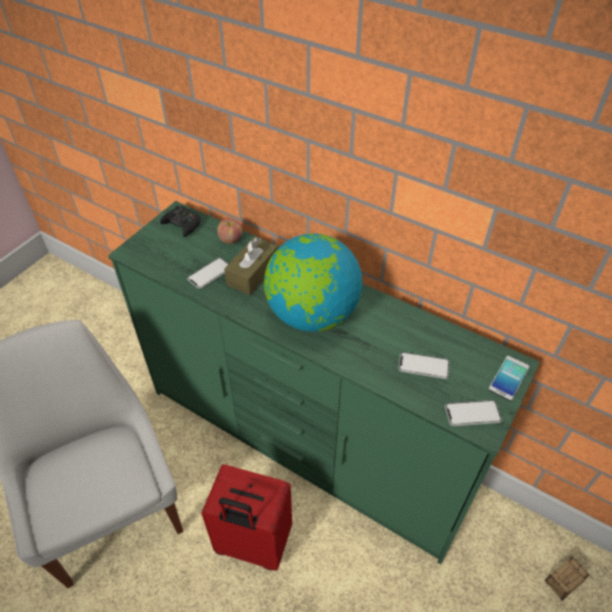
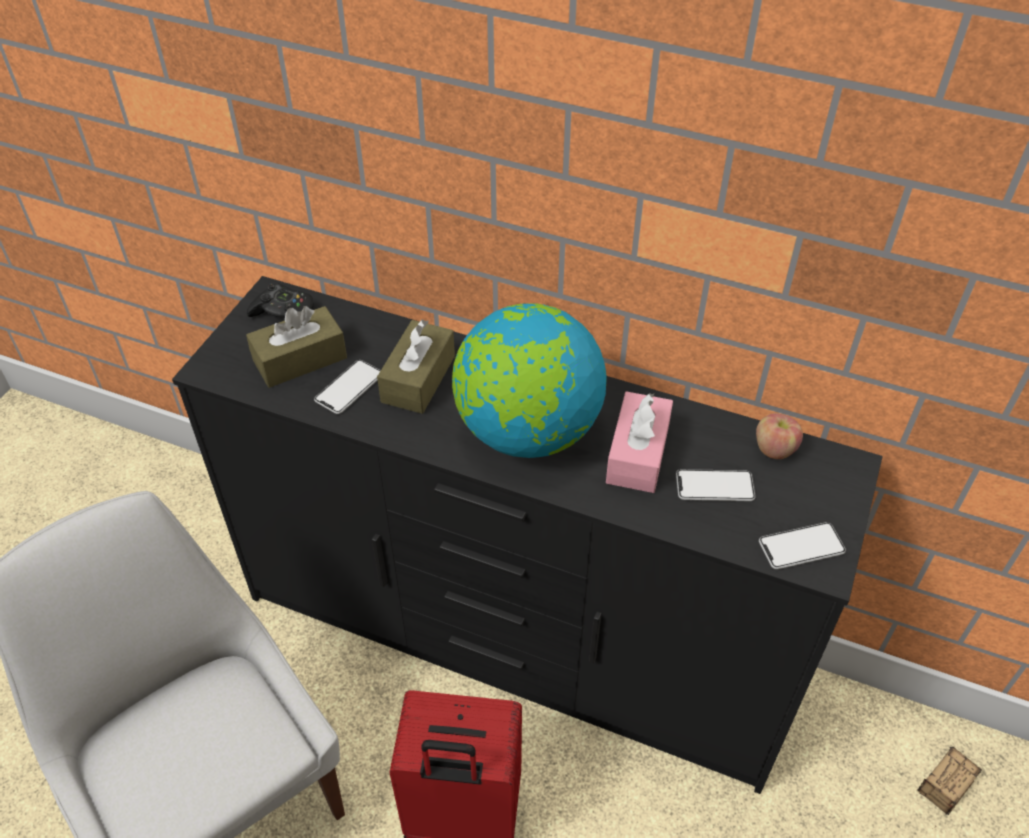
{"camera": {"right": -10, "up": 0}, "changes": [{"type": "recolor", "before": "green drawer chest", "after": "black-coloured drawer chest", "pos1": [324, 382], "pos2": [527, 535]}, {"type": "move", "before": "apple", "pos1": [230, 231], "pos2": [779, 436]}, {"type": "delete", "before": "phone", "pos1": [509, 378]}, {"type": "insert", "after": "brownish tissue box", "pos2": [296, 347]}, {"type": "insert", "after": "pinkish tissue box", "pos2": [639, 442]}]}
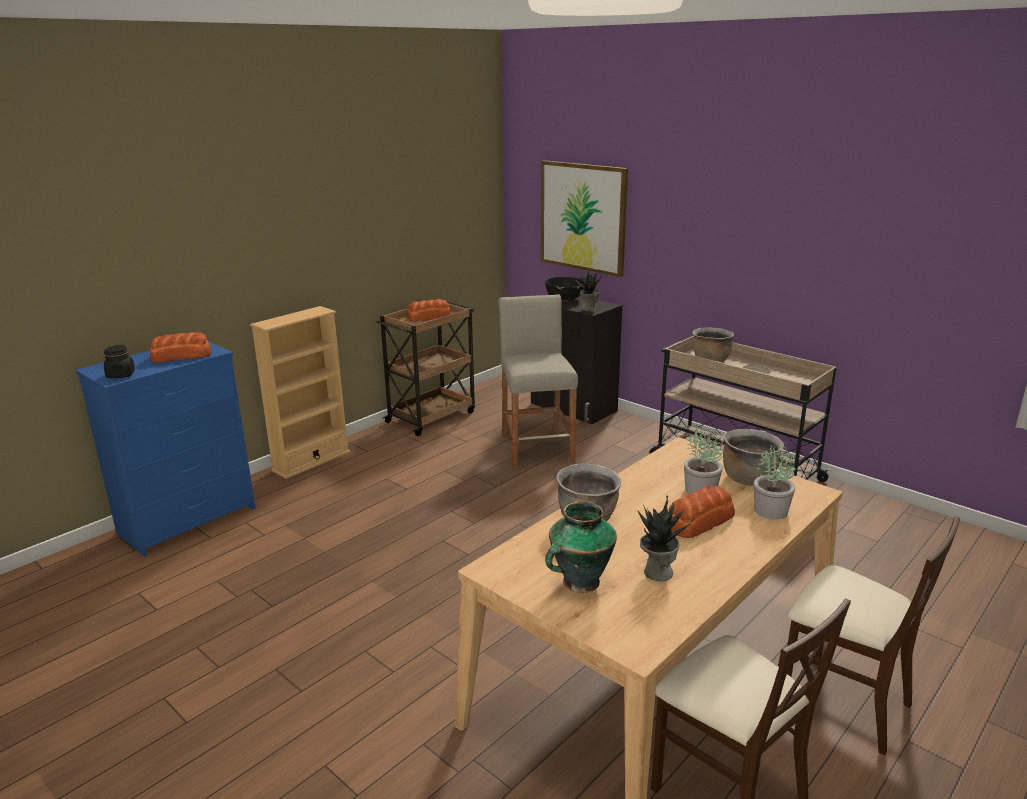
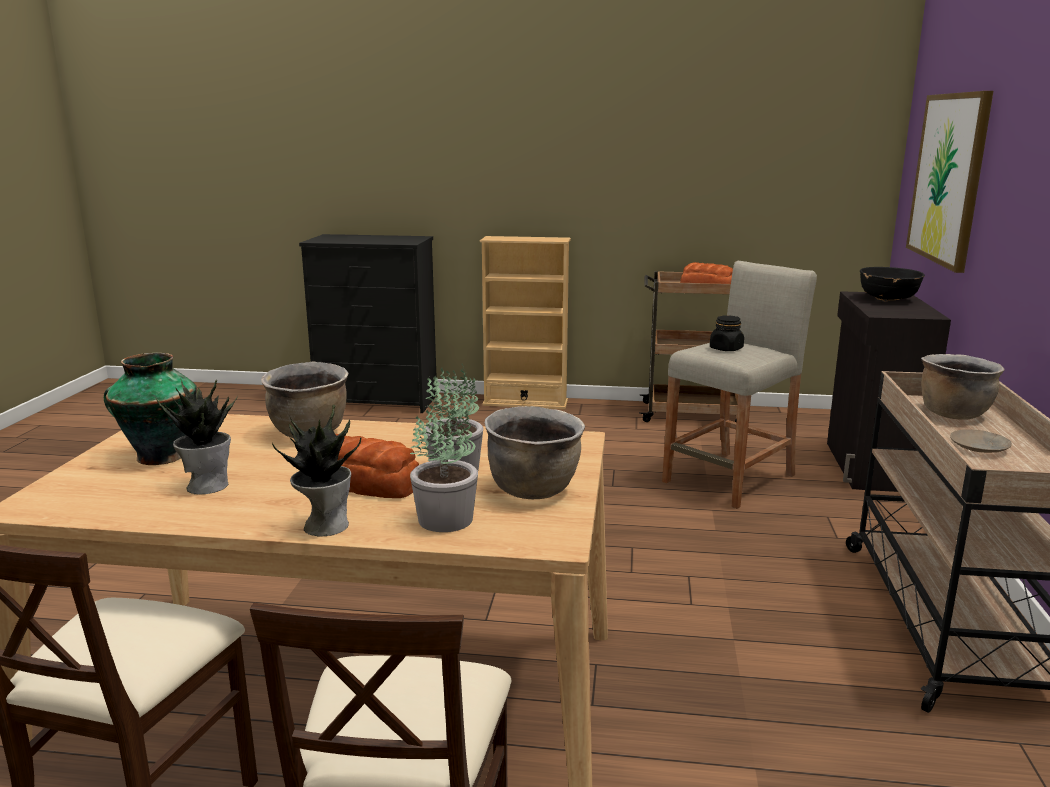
{"camera": {"right": 55, "up": -5}, "changes": [{"type": "recolor", "before": "blue-coloured drawer chest", "after": "black-coloured drawer chest", "pos1": [165, 449], "pos2": [368, 323]}, {"type": "move", "before": "black-coloured storage jar", "pos1": [119, 361], "pos2": [727, 333]}, {"type": "delete", "before": "bakery bread", "pos1": [180, 347]}, {"type": "move", "before": "houseplant", "pos1": [587, 289], "pos2": [316, 470]}]}
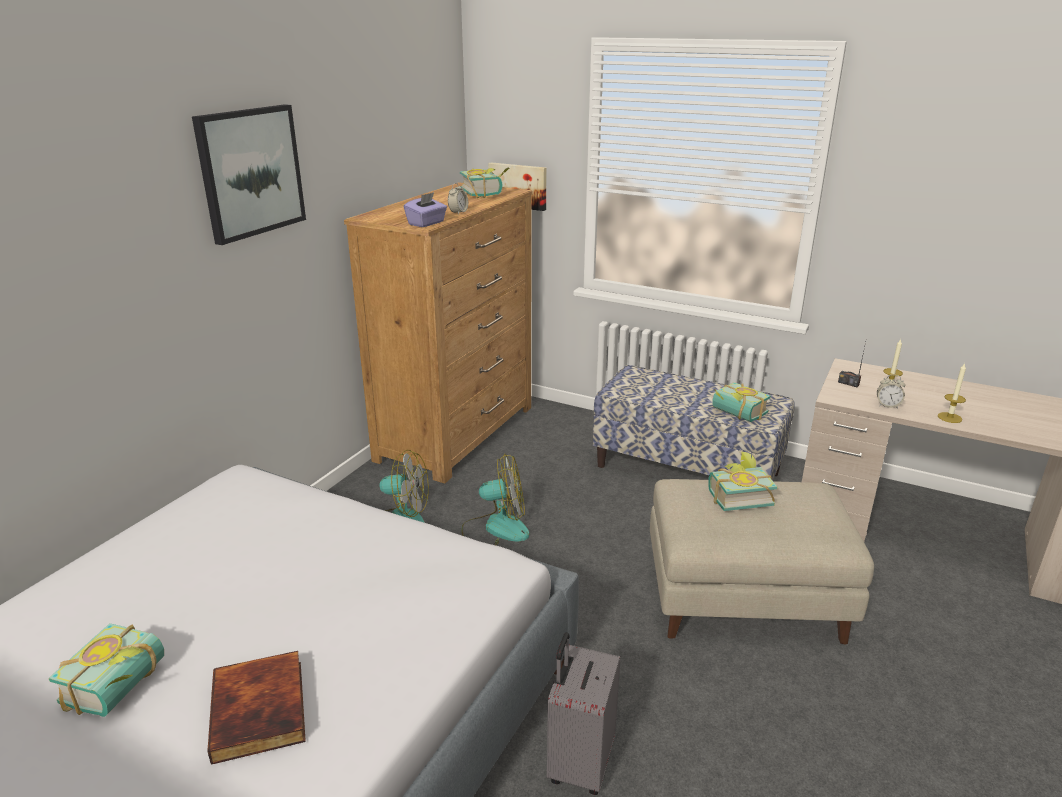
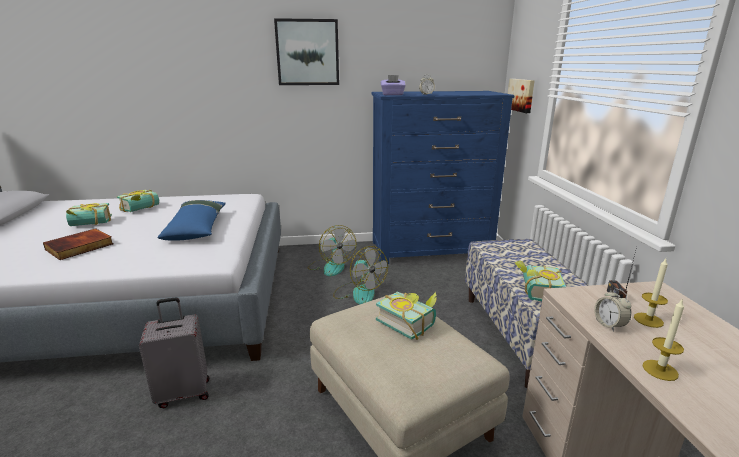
{"camera": {"right": 55, "up": -5}, "changes": [{"type": "recolor", "before": "brownish drawer chest", "after": "blue-coloured drawer chest", "pos1": [438, 333], "pos2": [443, 177]}, {"type": "move", "before": "book", "pos1": [484, 182], "pos2": [138, 201]}, {"type": "insert", "after": "blue-coloured throw pillow", "pos2": [192, 220]}]}
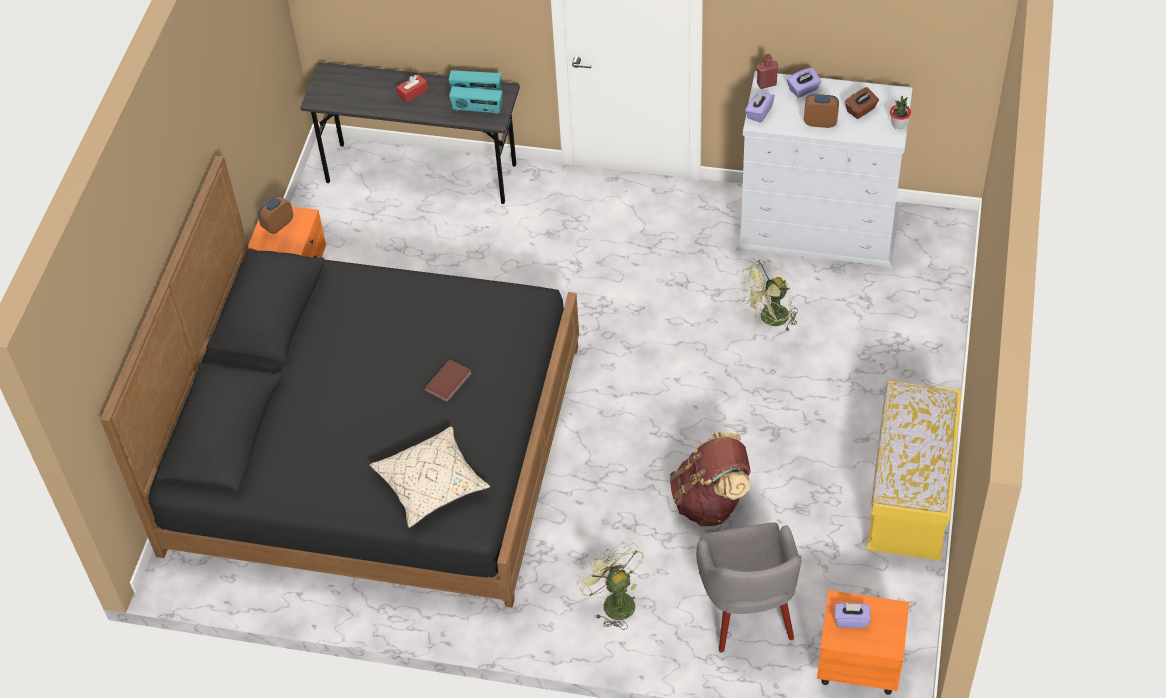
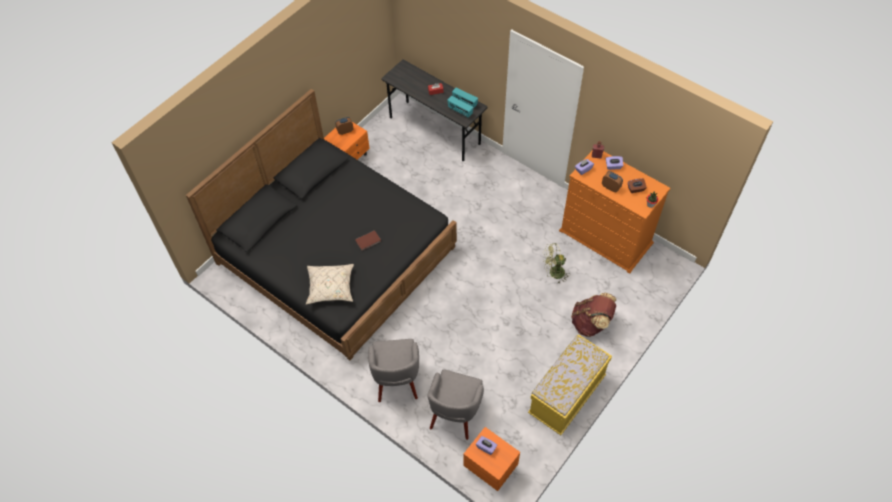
{"camera": {"right": 25, "up": 5}, "changes": [{"type": "replace", "before": "green electric fan", "after": "gray armchair", "pos1": [610, 586], "pos2": [393, 370]}, {"type": "move", "before": "brownish backpack", "pos1": [710, 479], "pos2": [593, 315]}, {"type": "recolor", "before": "whitish drawer chest", "after": "orange-coloured drawer chest", "pos1": [824, 170], "pos2": [614, 212]}]}
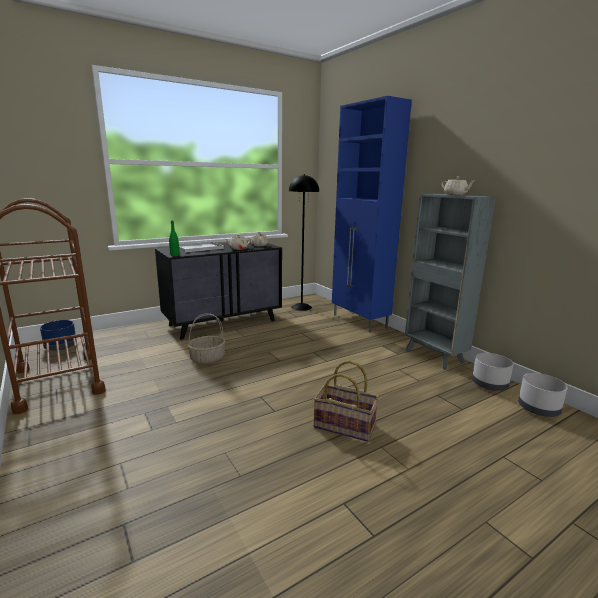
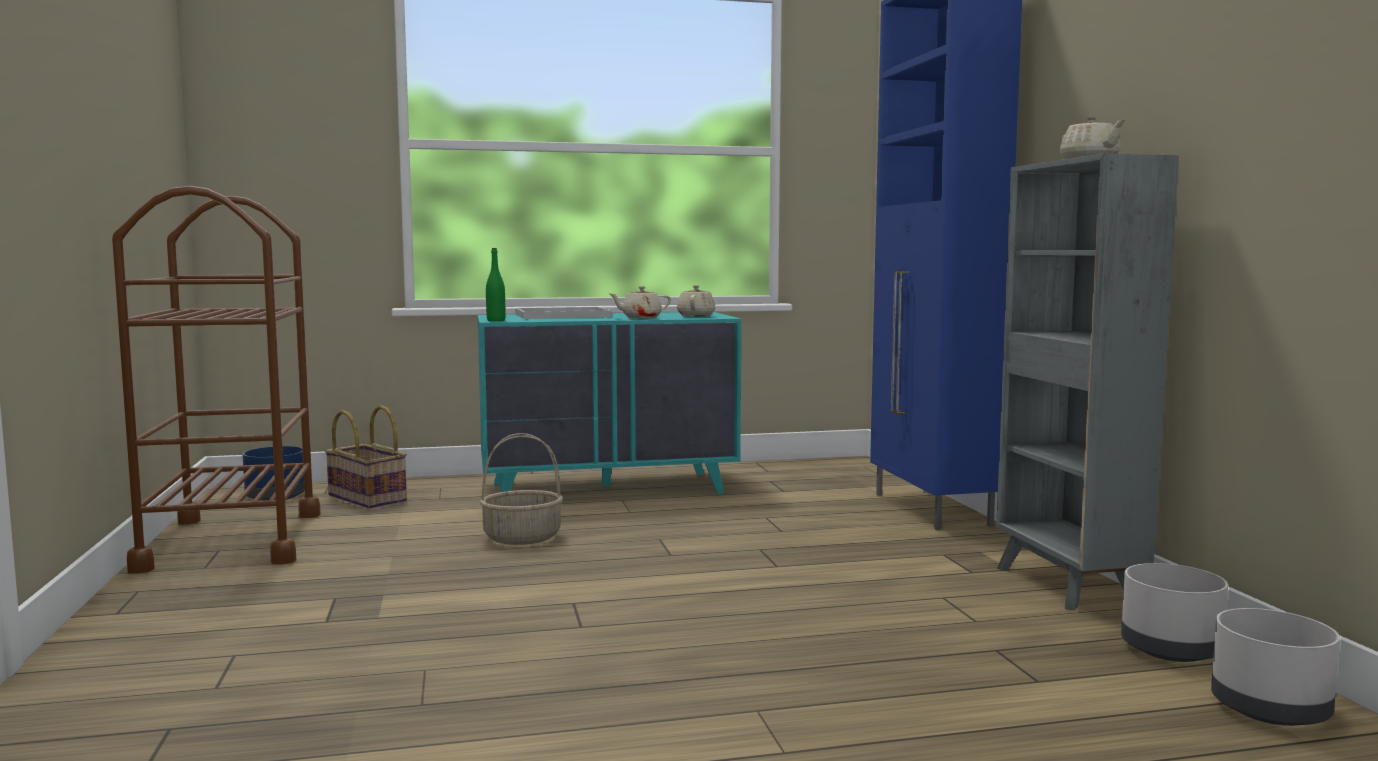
{"camera": {"right": 20, "up": -10}, "changes": [{"type": "recolor", "before": "black-coloured drawer chest", "after": "turquoise drawer chest", "pos1": [218, 290], "pos2": [609, 403]}, {"type": "delete", "before": "black-coloured floor lamp", "pos1": [304, 242]}, {"type": "move", "before": "storage basket", "pos1": [346, 401], "pos2": [366, 457]}]}
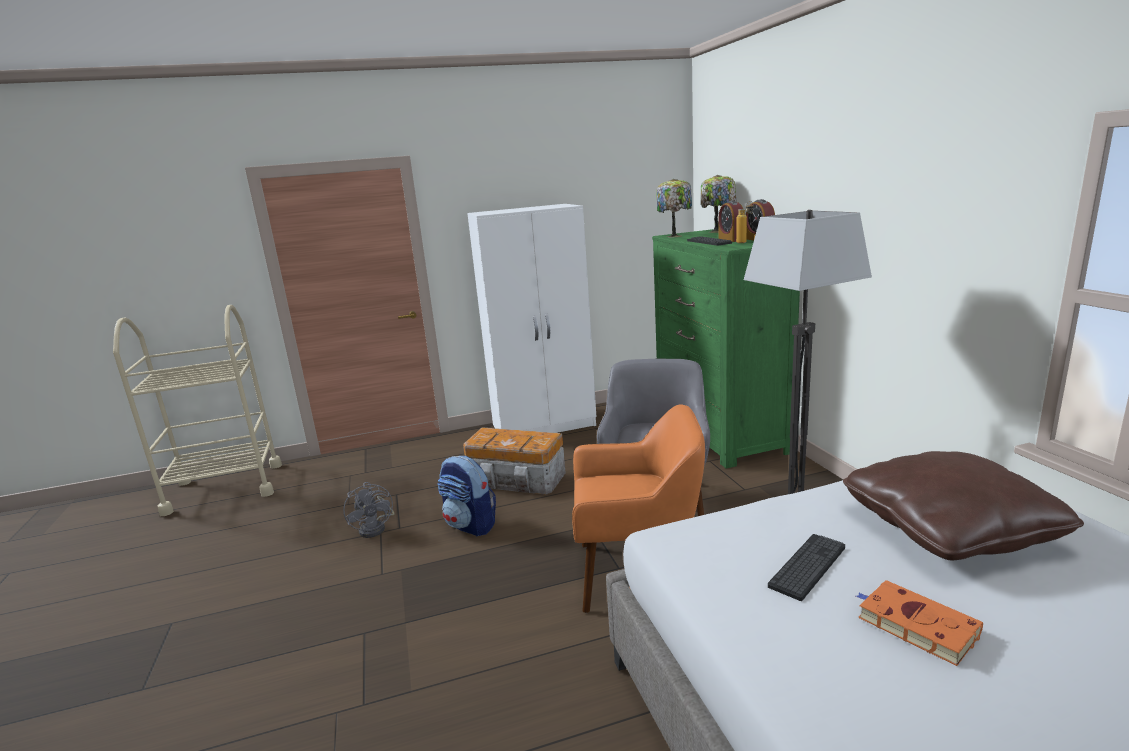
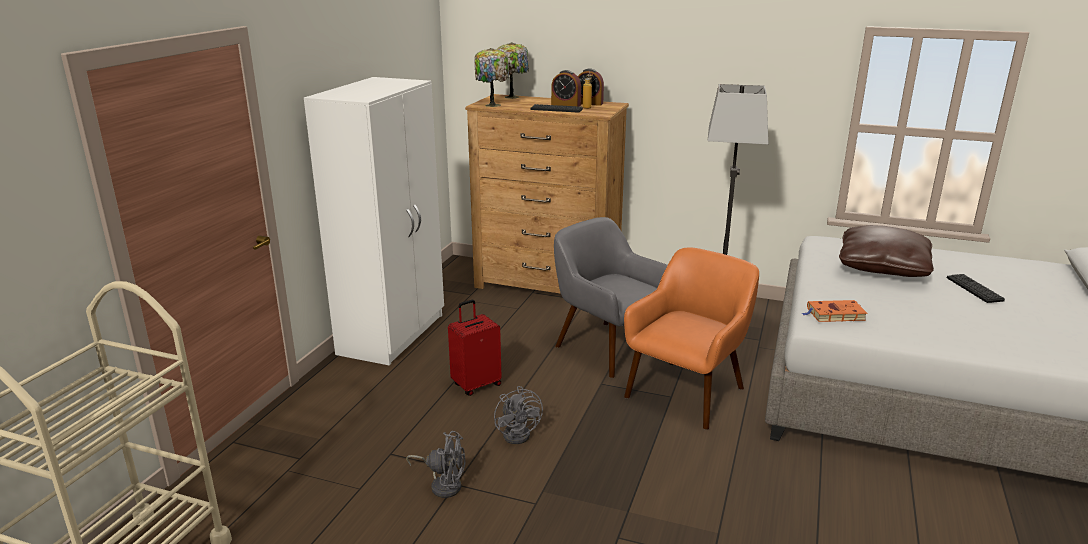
{"camera": {"right": -55, "up": 5}, "changes": [{"type": "replace", "before": "backpack", "after": "gray electric fan", "pos1": [466, 496], "pos2": [518, 415]}, {"type": "replace", "before": "storage box", "after": "red-coloured suitcase", "pos1": [514, 461], "pos2": [475, 348]}, {"type": "recolor", "before": "green drawer chest", "after": "brownish drawer chest", "pos1": [726, 349], "pos2": [547, 194]}, {"type": "move", "before": "keyboard", "pos1": [806, 567], "pos2": [976, 288]}, {"type": "move", "before": "orange-coloured book", "pos1": [919, 623], "pos2": [835, 311]}]}
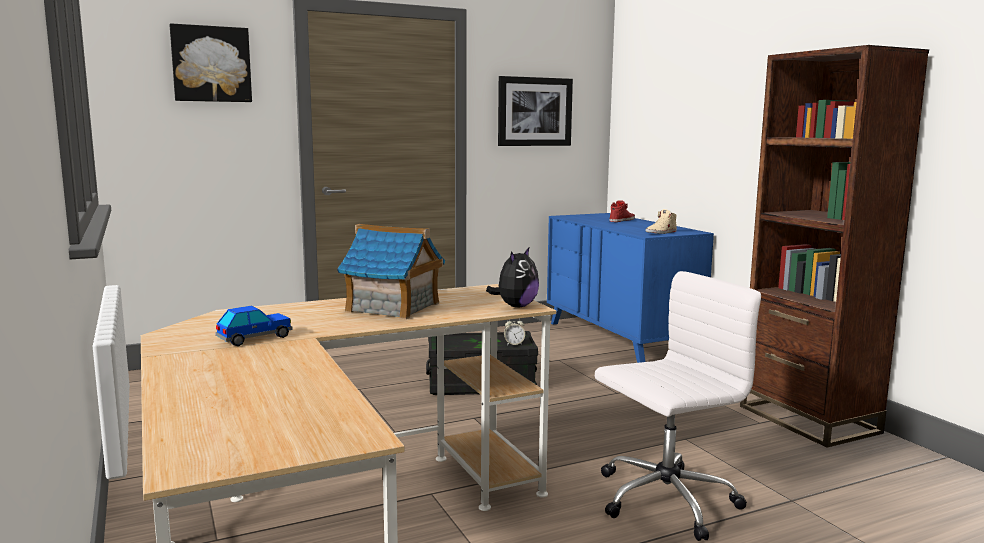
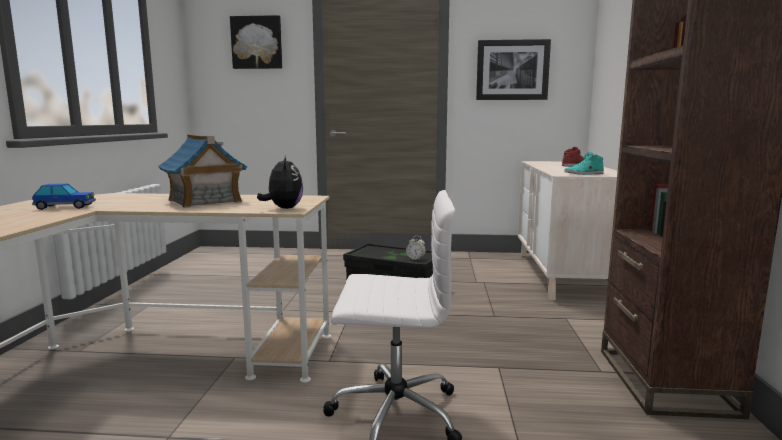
{"camera": {"right": 30, "up": 0}, "changes": [{"type": "rotate", "before": "cuddly toy", "pos1": [512, 277], "pos2": [280, 182], "turn": -75}, {"type": "recolor", "before": "blue-coloured drawer chest", "after": "beige-coloured drawer chest", "pos1": [630, 288], "pos2": [568, 230]}, {"type": "recolor", "before": "beige-coloured low shoe", "after": "turquoise low shoe", "pos1": [661, 221], "pos2": [584, 163]}]}
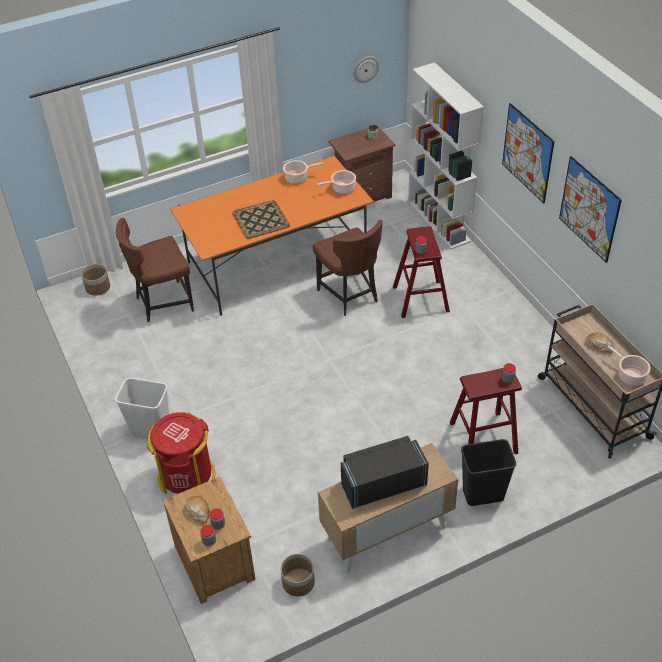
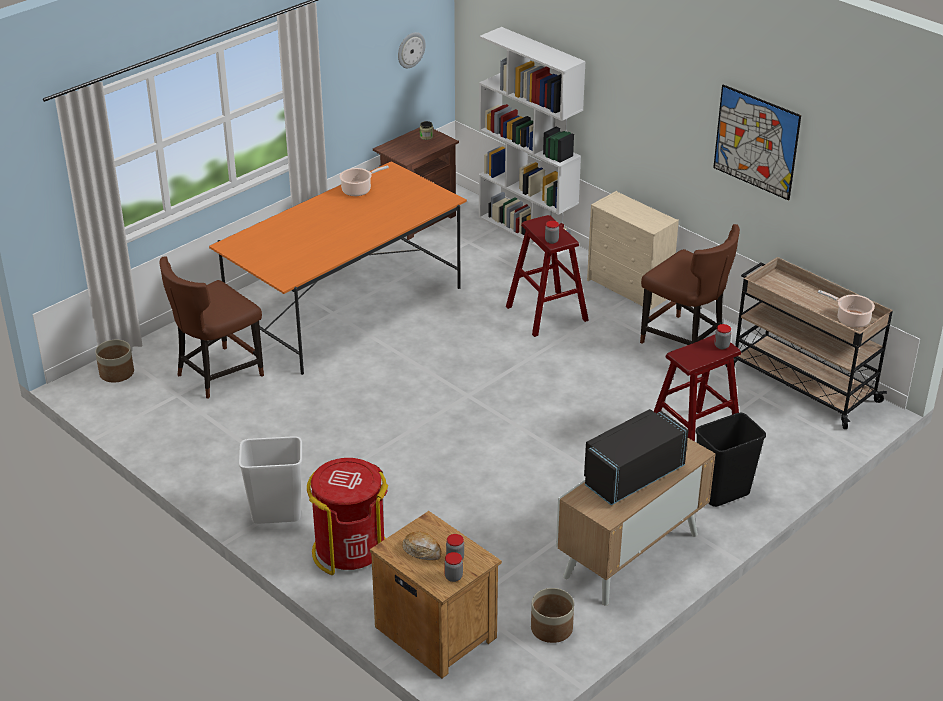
{"camera": {"right": -20, "up": -10}, "changes": [{"type": "delete", "before": "carrying tray", "pos1": [261, 219]}, {"type": "move", "before": "brownish upright chair", "pos1": [348, 268], "pos2": [690, 284]}, {"type": "delete", "before": "stockpot", "pos1": [336, 182]}, {"type": "delete", "before": "wall art", "pos1": [528, 153]}, {"type": "delete", "before": "bakery bread", "pos1": [600, 342]}, {"type": "insert", "after": "beige-coloured drawer chest", "pos2": [633, 250]}]}
